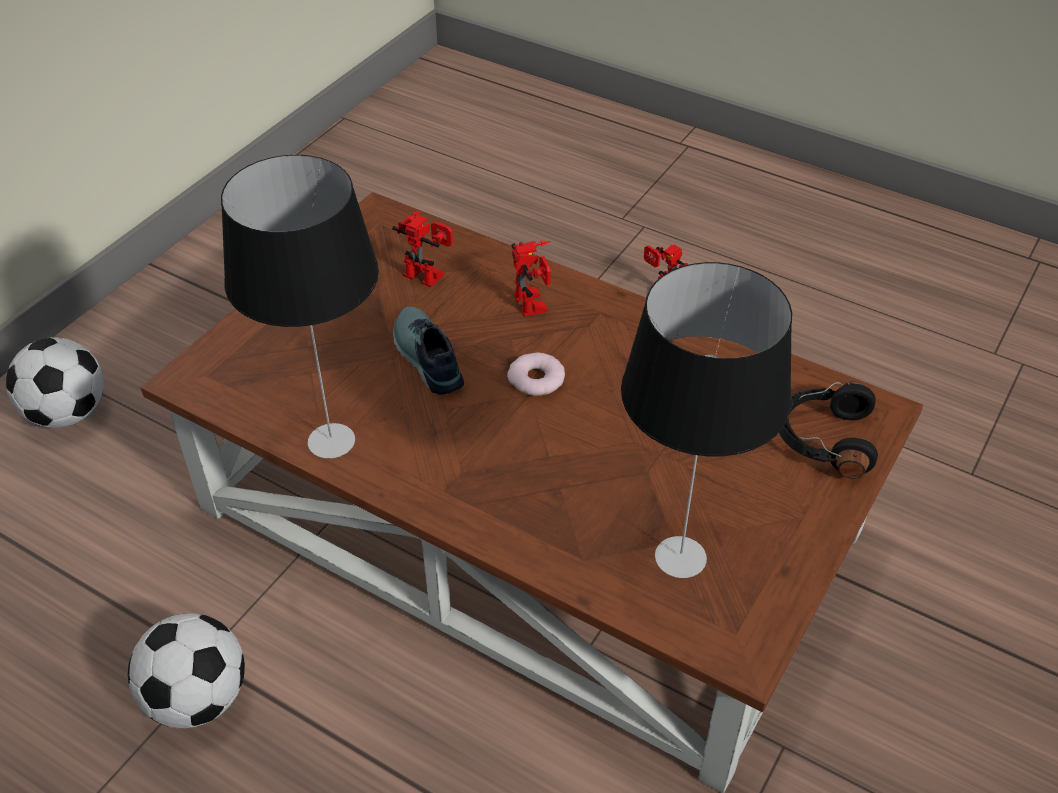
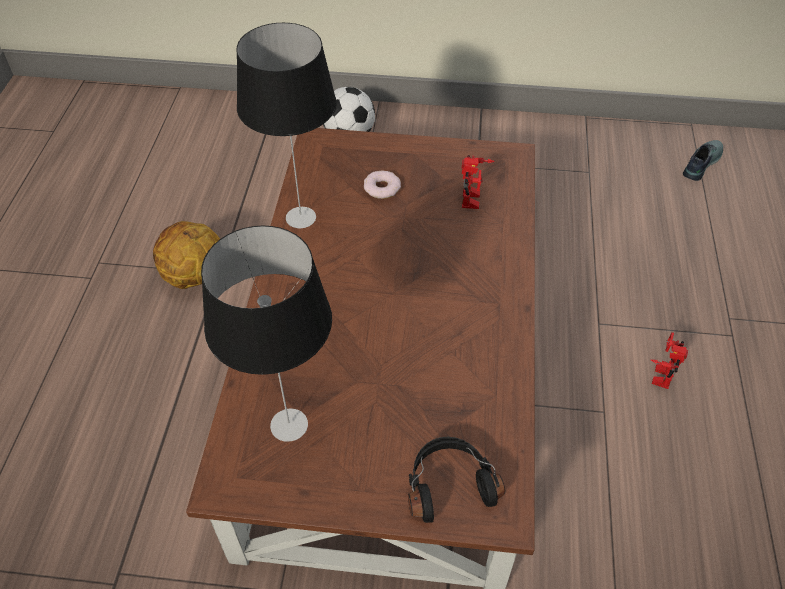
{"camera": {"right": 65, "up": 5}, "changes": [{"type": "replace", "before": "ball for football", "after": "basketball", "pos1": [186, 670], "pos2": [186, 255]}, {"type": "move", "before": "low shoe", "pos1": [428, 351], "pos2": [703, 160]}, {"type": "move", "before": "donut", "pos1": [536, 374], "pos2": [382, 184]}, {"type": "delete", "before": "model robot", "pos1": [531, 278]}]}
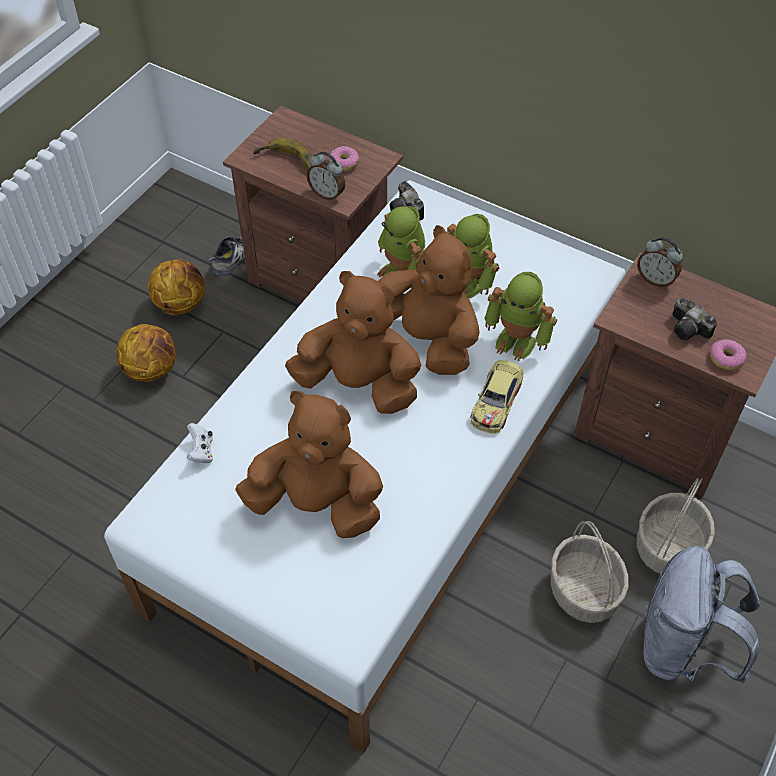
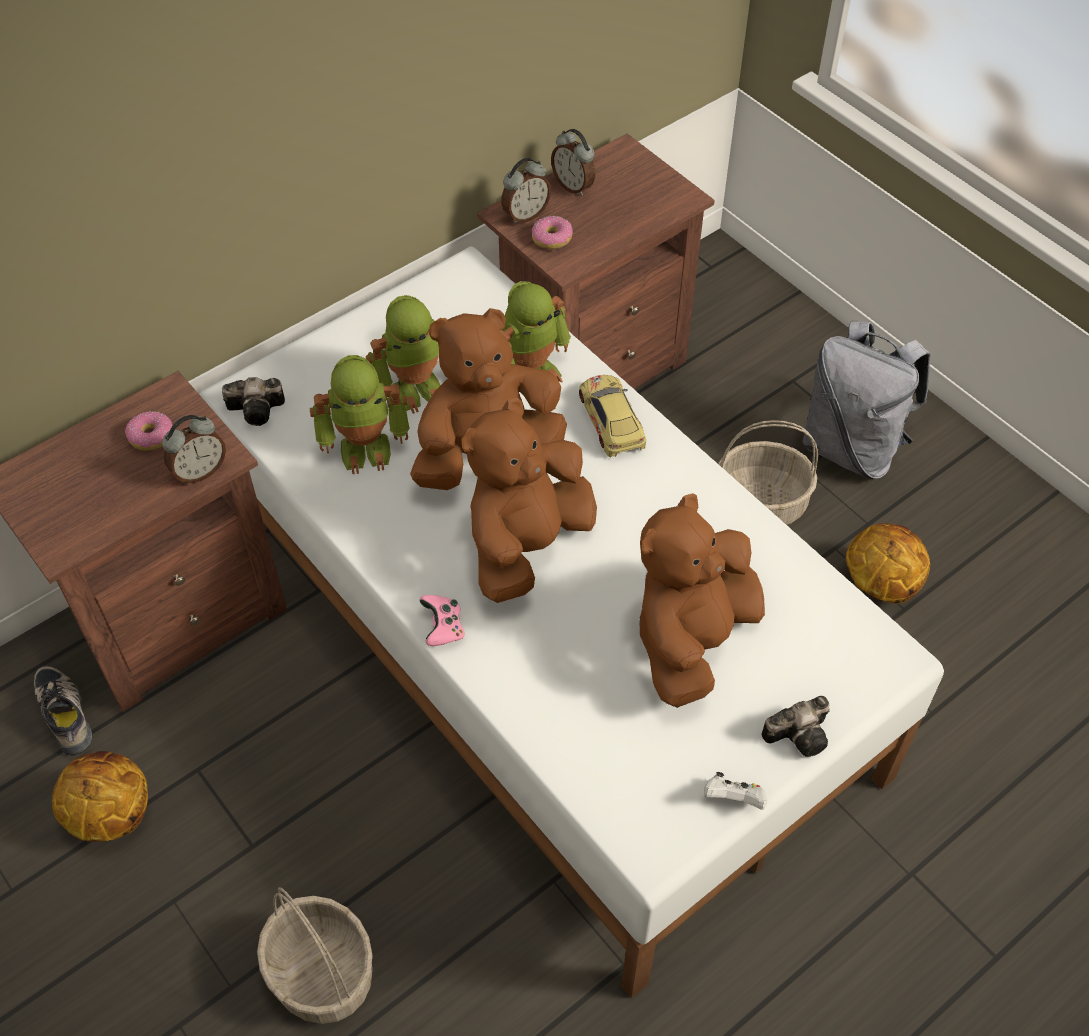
{"camera": {"right": -70, "up": 0}, "changes": [{"type": "move", "before": "basketball", "pos1": [146, 353], "pos2": [888, 563]}, {"type": "move", "before": "whitish game controller", "pos1": [200, 443], "pos2": [735, 791]}, {"type": "delete", "before": "whole banana", "pos1": [282, 154]}, {"type": "rotate", "before": "toy car", "pos1": [497, 397], "pos2": [612, 416], "turn": -150}, {"type": "move", "before": "storage basket", "pos1": [676, 525], "pos2": [315, 955]}, {"type": "move", "before": "still camera", "pos1": [694, 319], "pos2": [795, 726]}, {"type": "move", "before": "donut", "pos1": [728, 354], "pos2": [552, 232]}, {"type": "insert", "after": "pinkish game controller", "pos2": [442, 620]}, {"type": "insert", "after": "bedside clock", "pos2": [573, 162]}]}
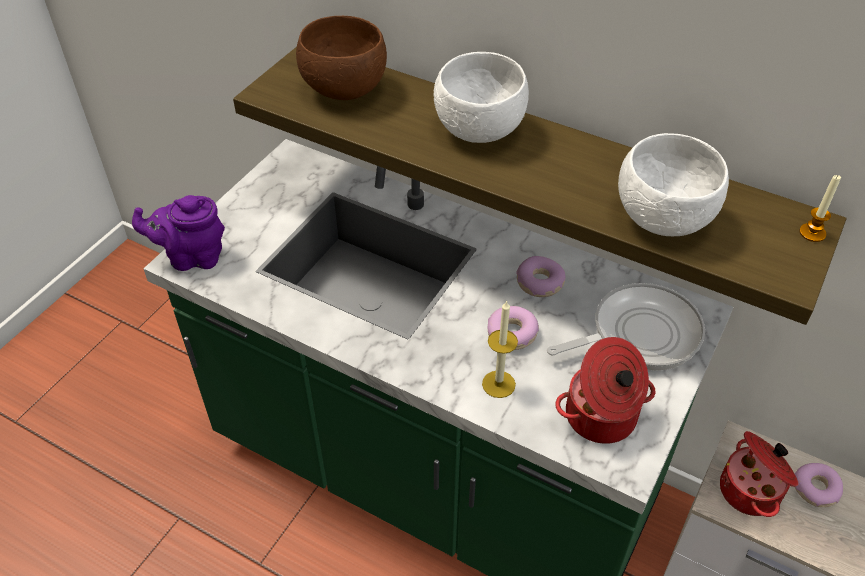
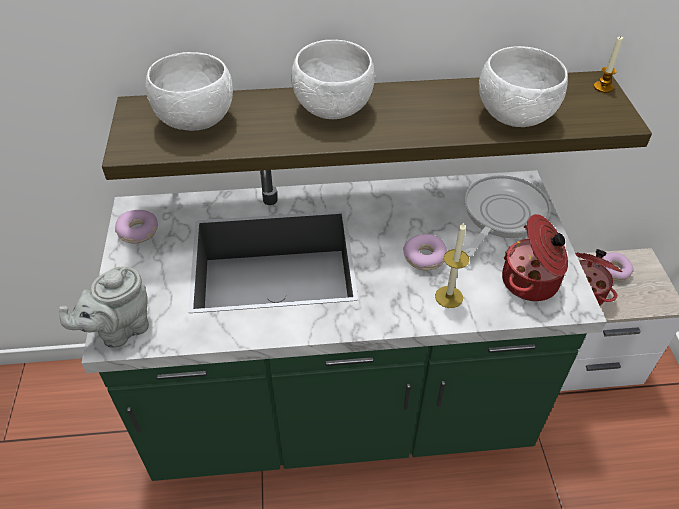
{"camera": {"right": -35, "up": 0}, "changes": [{"type": "recolor", "before": "purple-coloured tea pot", "after": "gray tea pot", "pos1": [178, 233], "pos2": [104, 307]}, {"type": "recolor", "before": "brownish bowl", "after": "whitish bowl", "pos1": [341, 58], "pos2": [189, 91]}, {"type": "move", "before": "donut", "pos1": [540, 276], "pos2": [136, 227]}]}
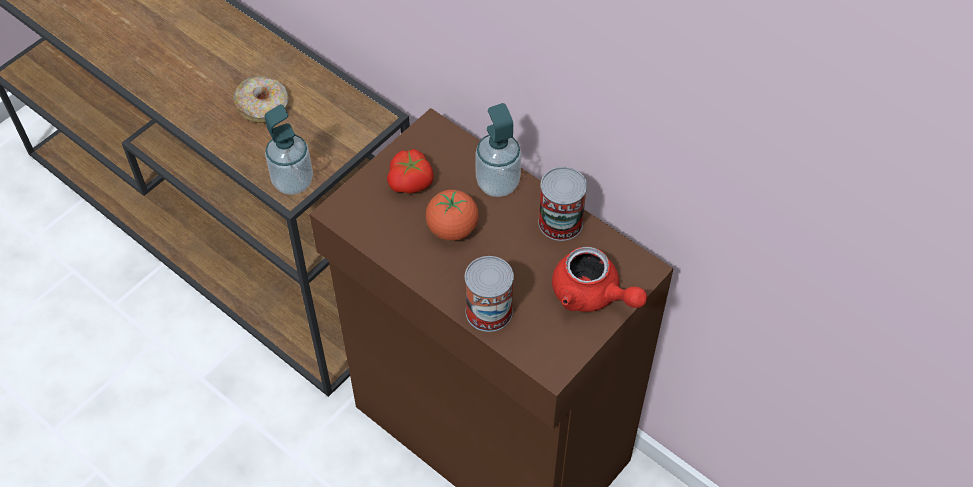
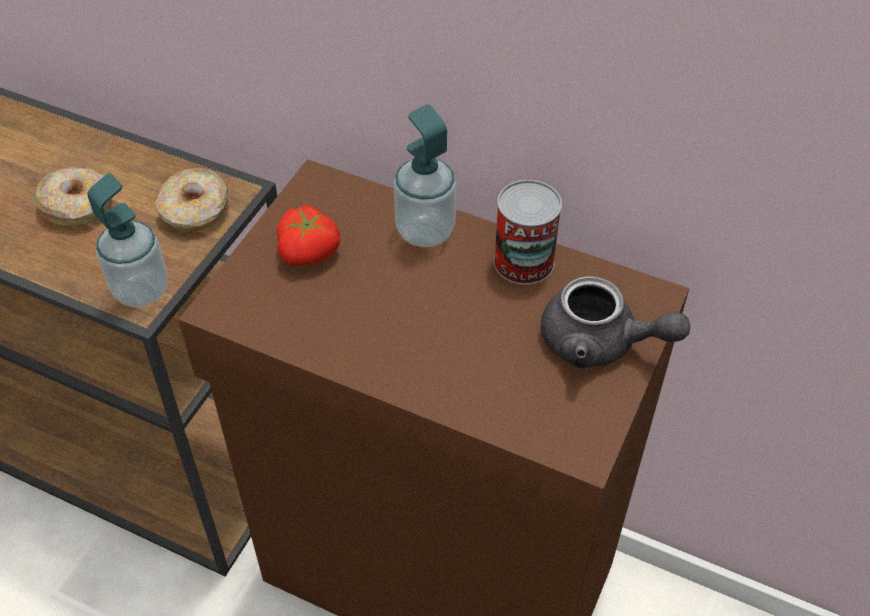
{"camera": {"right": -15, "up": -5}, "changes": [{"type": "delete", "before": "fresh tomato", "pos1": [452, 215]}, {"type": "delete", "before": "sealed can", "pos1": [489, 294]}, {"type": "recolor", "before": "red-coloured tea pot", "after": "gray tea pot", "pos1": [599, 279], "pos2": [615, 322]}, {"type": "insert", "after": "donut", "pos2": [192, 200]}]}
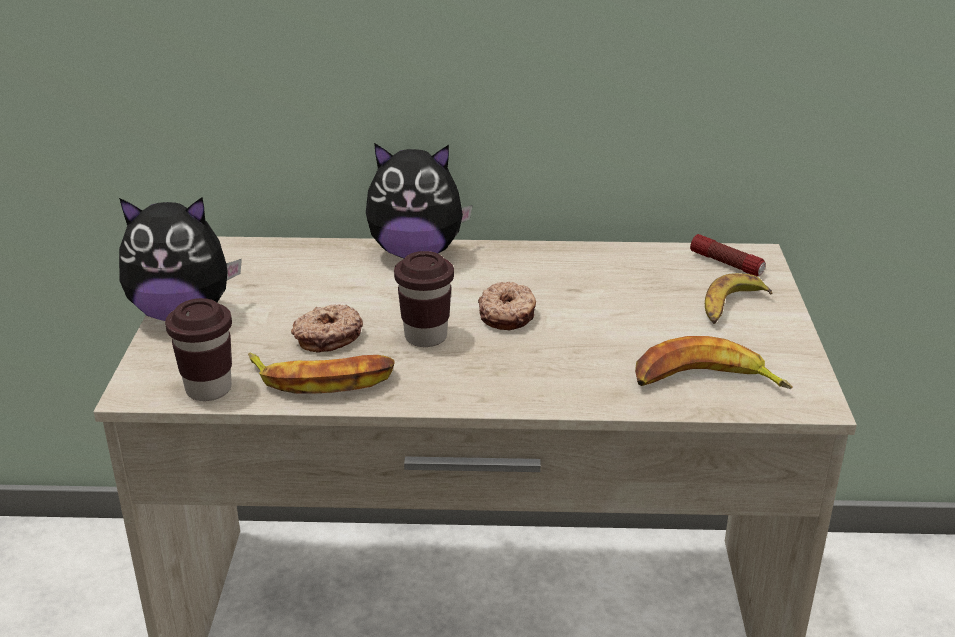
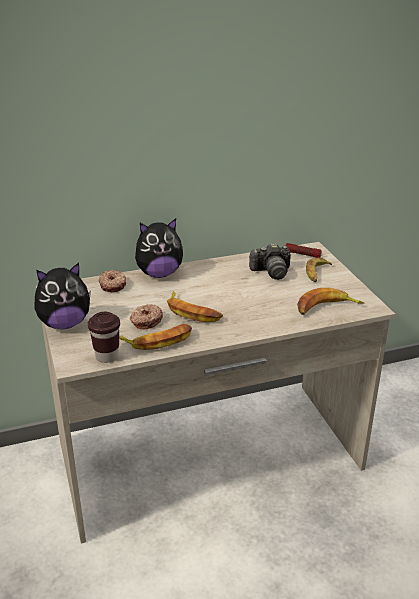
{"camera": {"right": -20, "up": 0}, "changes": [{"type": "replace", "before": "brownish cup", "after": "whole banana", "pos1": [424, 299], "pos2": [195, 306]}, {"type": "move", "before": "donut", "pos1": [507, 306], "pos2": [112, 281]}, {"type": "insert", "after": "still camera", "pos2": [270, 261]}]}
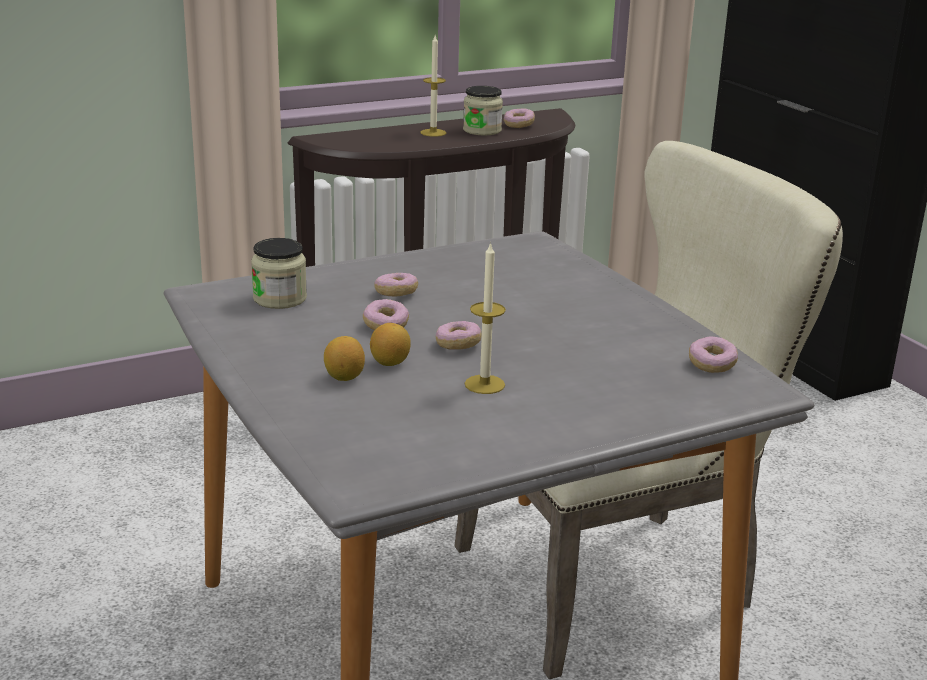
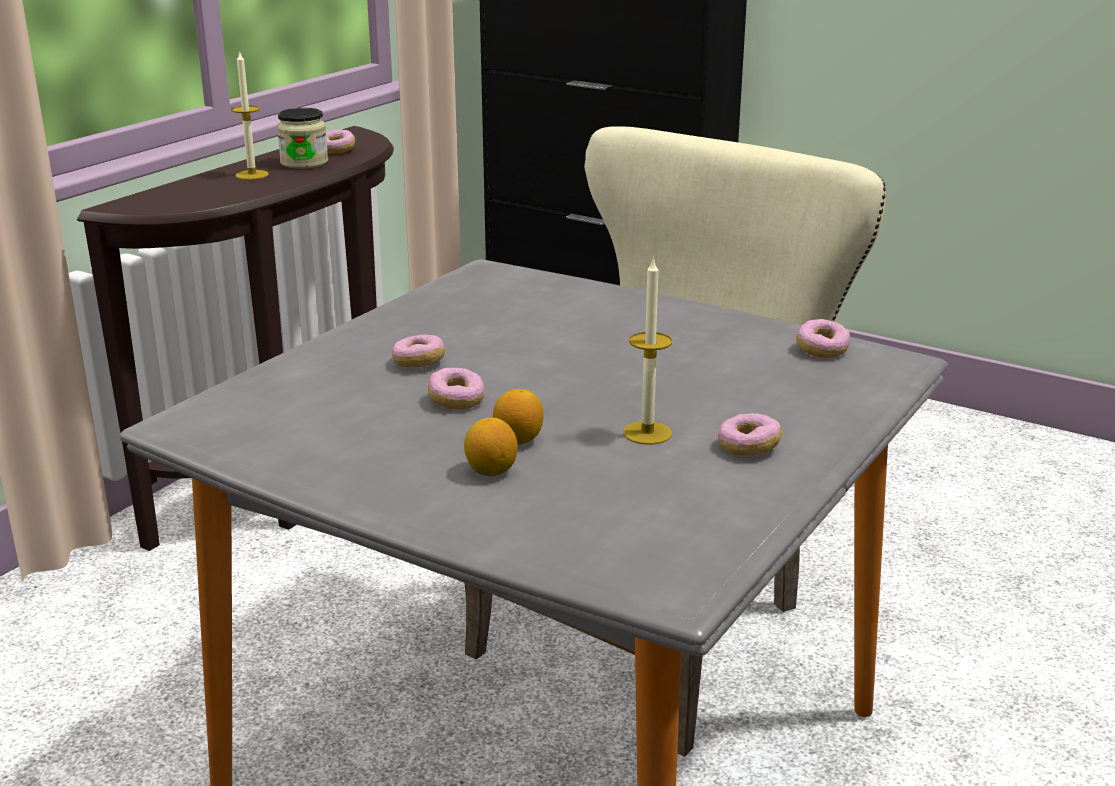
{"camera": {"right": -30, "up": 0}, "changes": [{"type": "delete", "before": "storage jar", "pos1": [279, 273]}, {"type": "move", "before": "donut", "pos1": [458, 335], "pos2": [750, 434]}]}
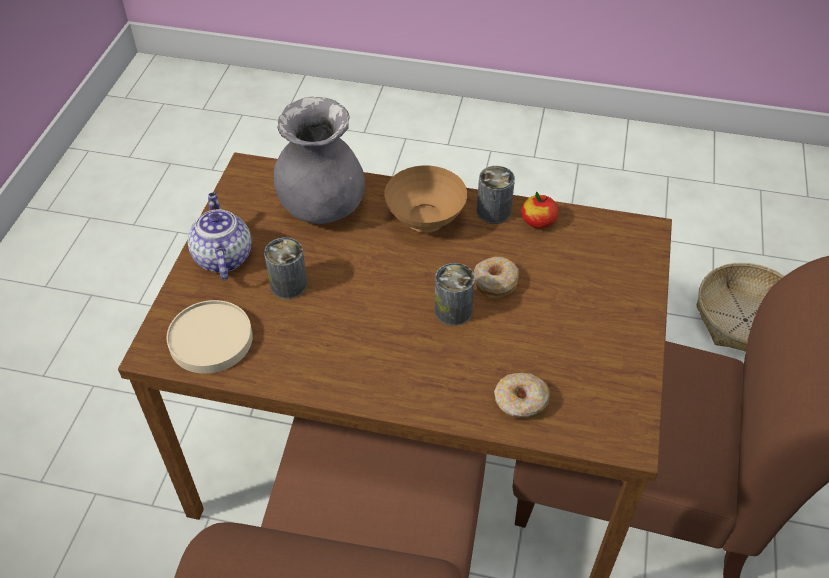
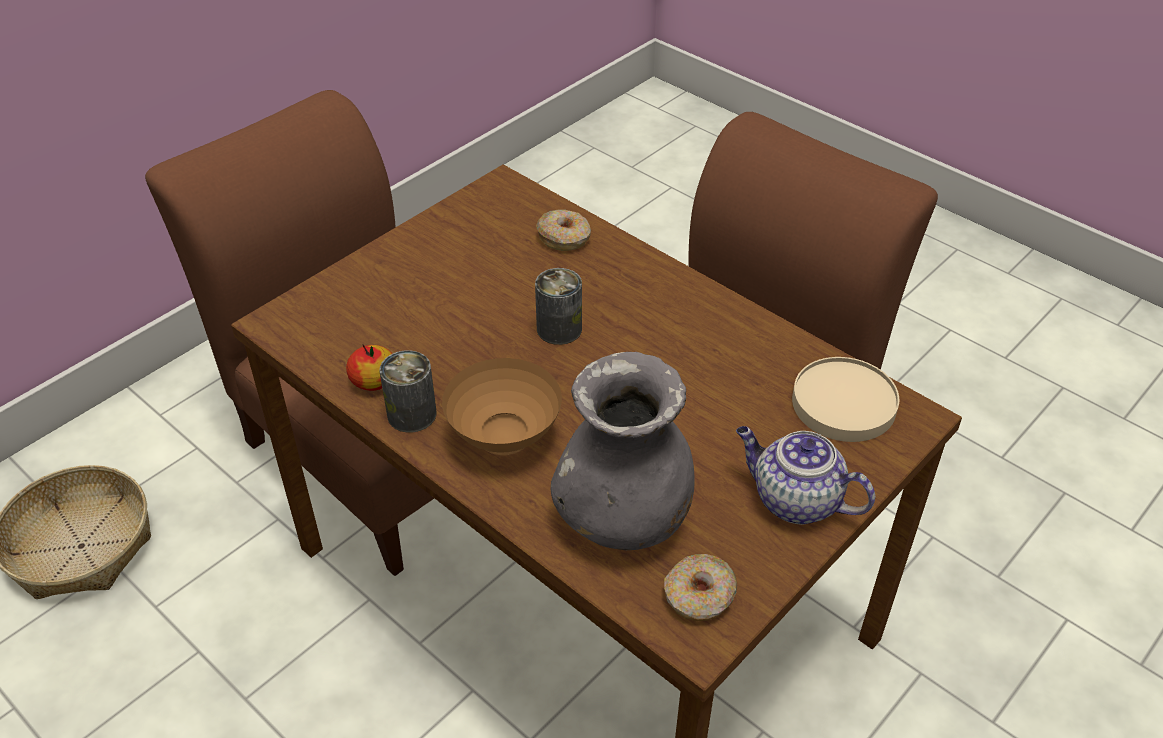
{"camera": {"right": -150, "up": -5}, "changes": [{"type": "rotate", "before": "tea pot", "pos1": [220, 236], "pos2": [806, 475], "turn": 105}, {"type": "delete", "before": "sealed can", "pos1": [285, 268]}, {"type": "move", "before": "donut", "pos1": [496, 277], "pos2": [701, 587]}]}
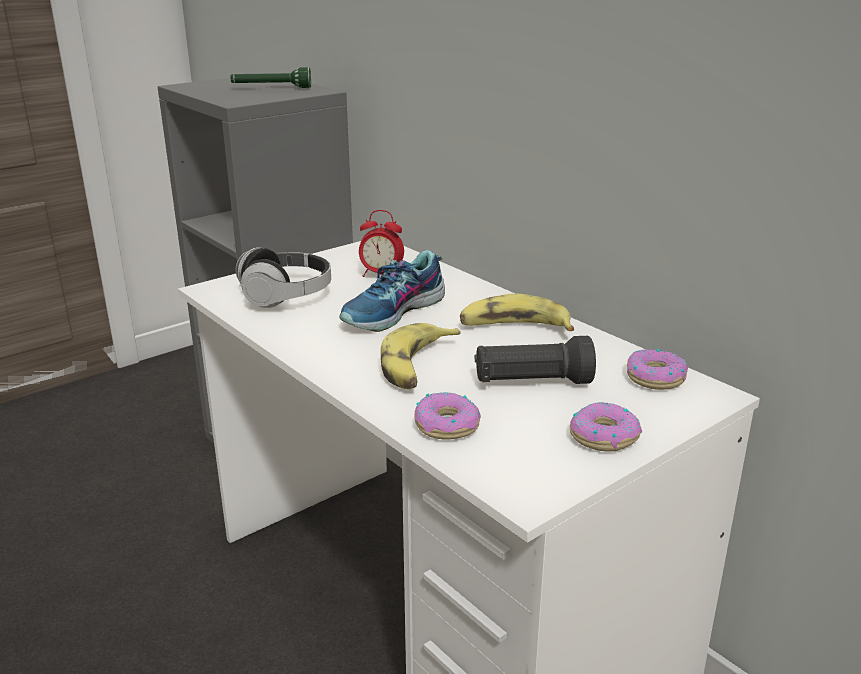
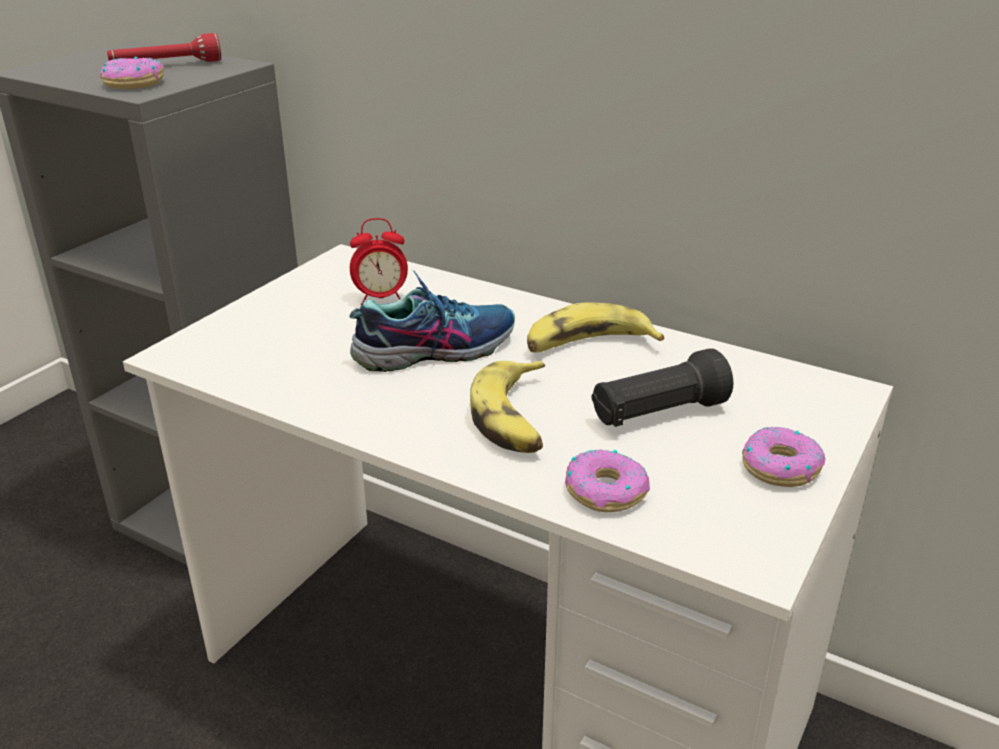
{"camera": {"right": -20, "up": 5}, "changes": [{"type": "recolor", "before": "green flashlight", "after": "red-coloured flashlight", "pos1": [270, 77], "pos2": [164, 47]}, {"type": "delete", "before": "headphones", "pos1": [283, 277]}, {"type": "rotate", "before": "low shoe", "pos1": [392, 291], "pos2": [432, 321], "turn": -135}, {"type": "move", "before": "donut", "pos1": [657, 369], "pos2": [132, 73]}]}
